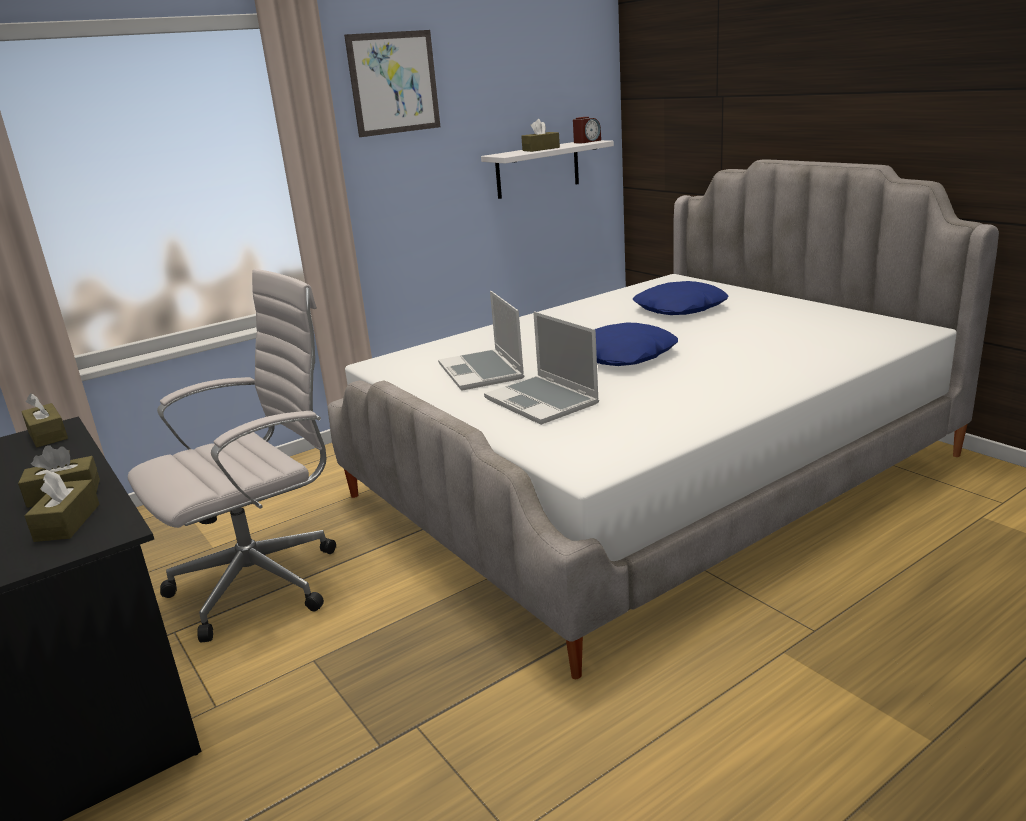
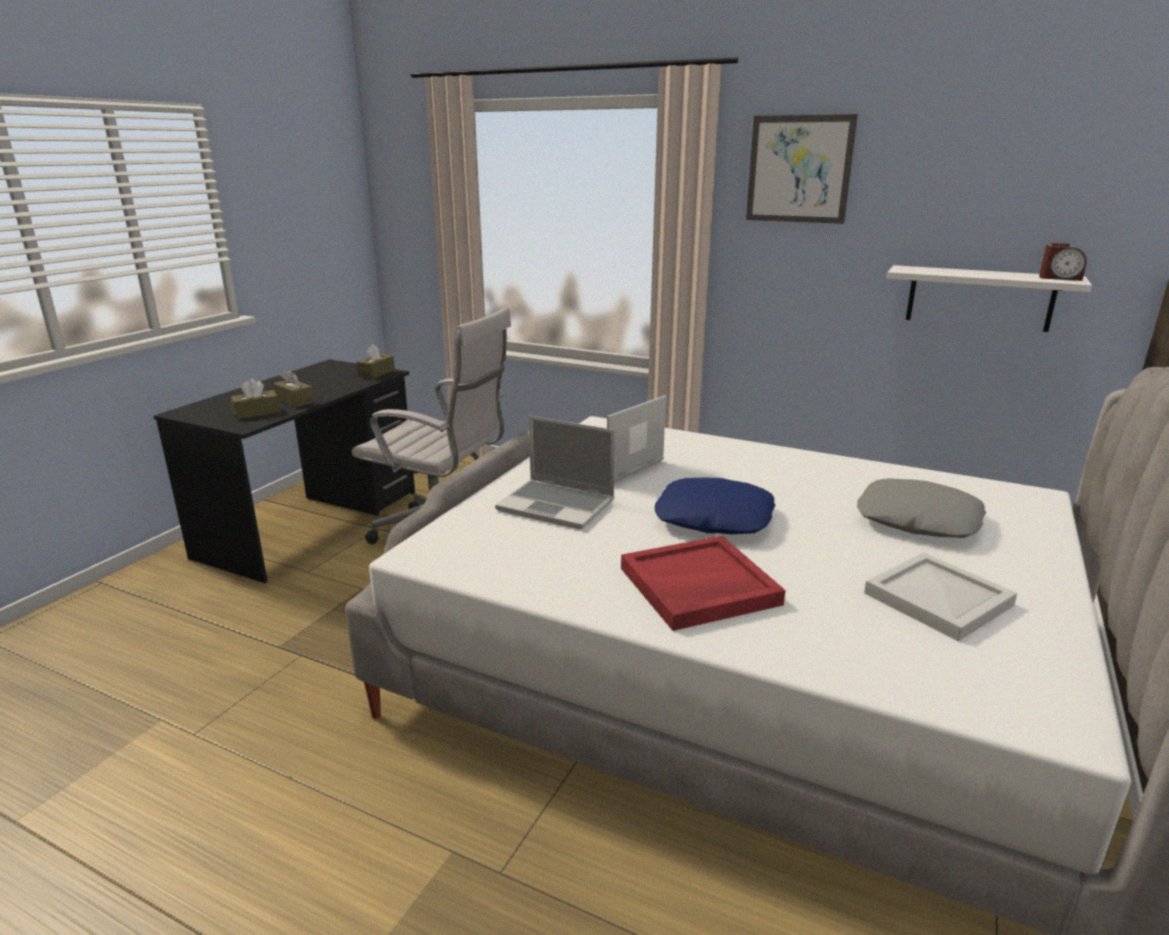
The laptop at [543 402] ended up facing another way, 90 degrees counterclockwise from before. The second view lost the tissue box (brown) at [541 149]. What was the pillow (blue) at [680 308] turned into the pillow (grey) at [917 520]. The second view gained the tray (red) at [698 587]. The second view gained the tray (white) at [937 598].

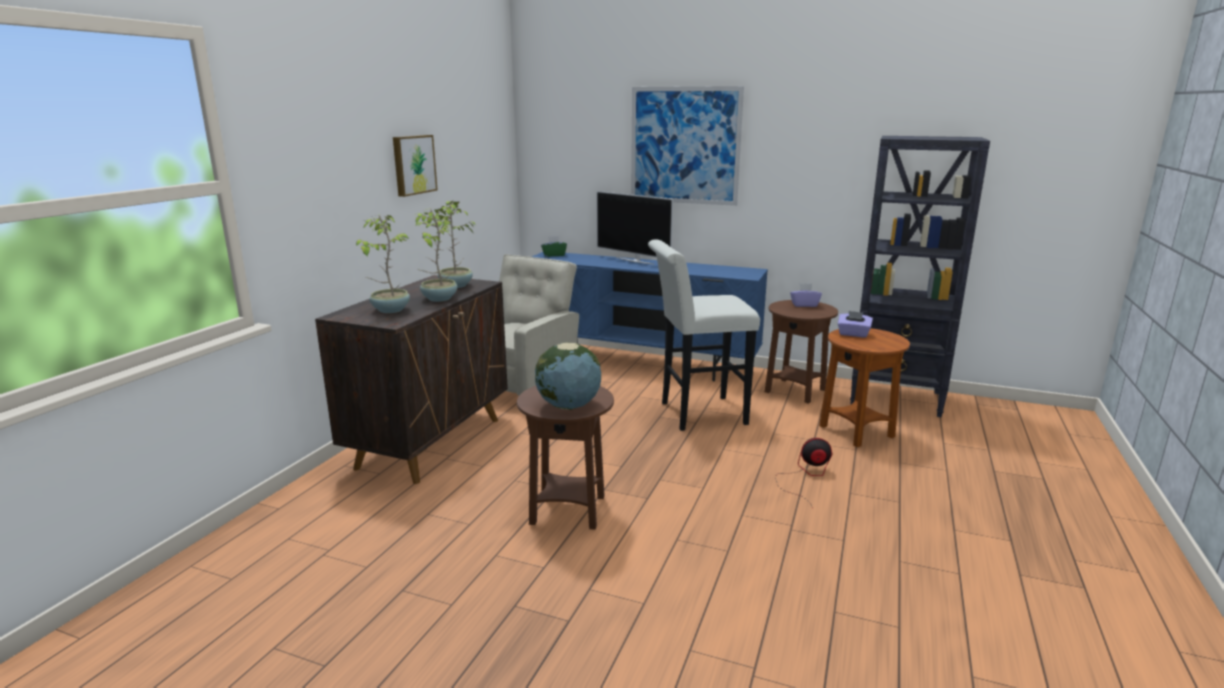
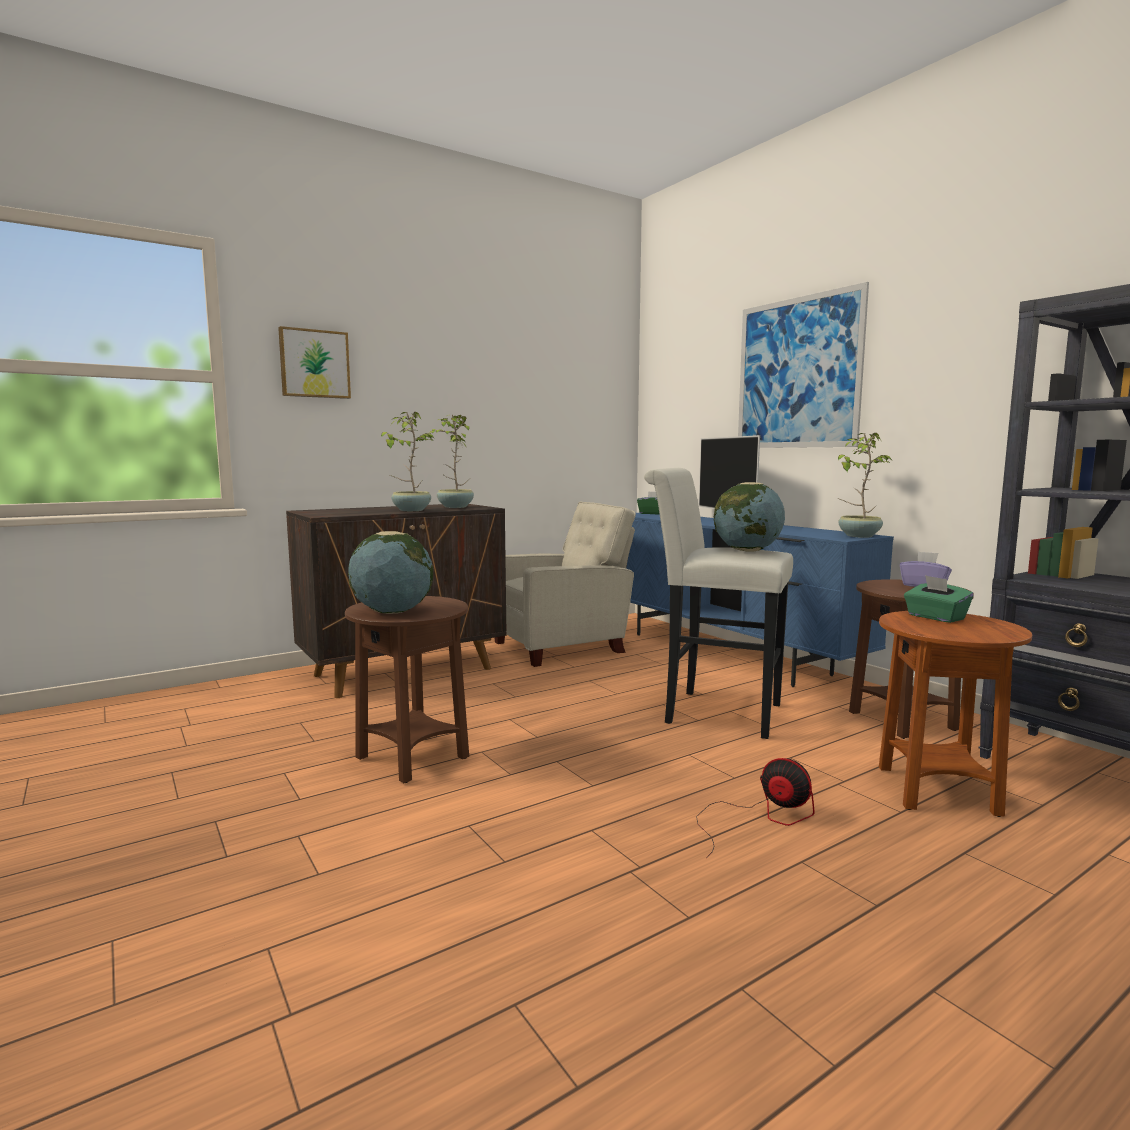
The potted plant ended up elsewhere, having gone from [390 310] to [858 536]. The picture ended up elsewhere, having gone from [413 164] to [314 364]. What was the tissue box (purple) at [853 334] turned into the tissue box (green) at [935 617]. The second view gained the globe at [747 551].

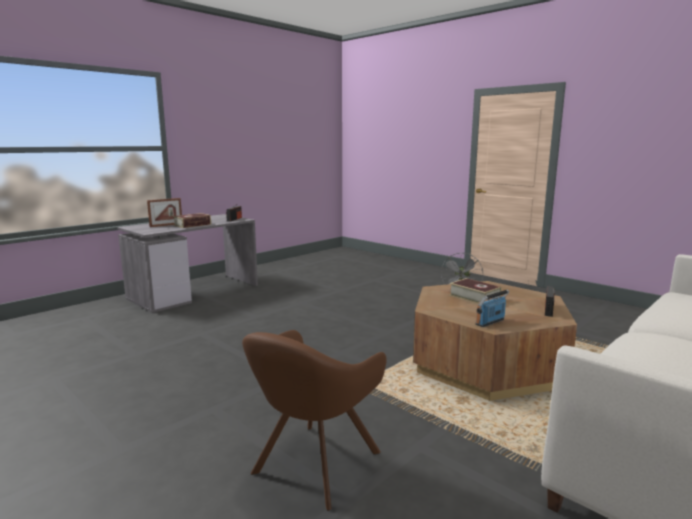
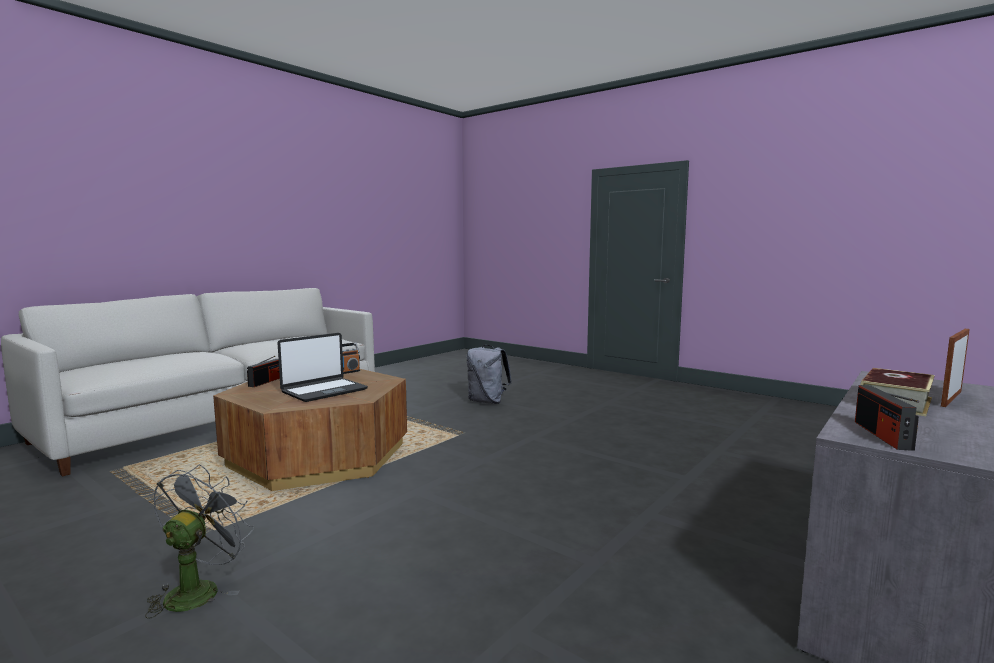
Where the armchair (brown) stood at [314 466], the backpack (grey) came to stand at [487 402]. Where the book stood at [474 297], the laptop came to stand at [324 391].

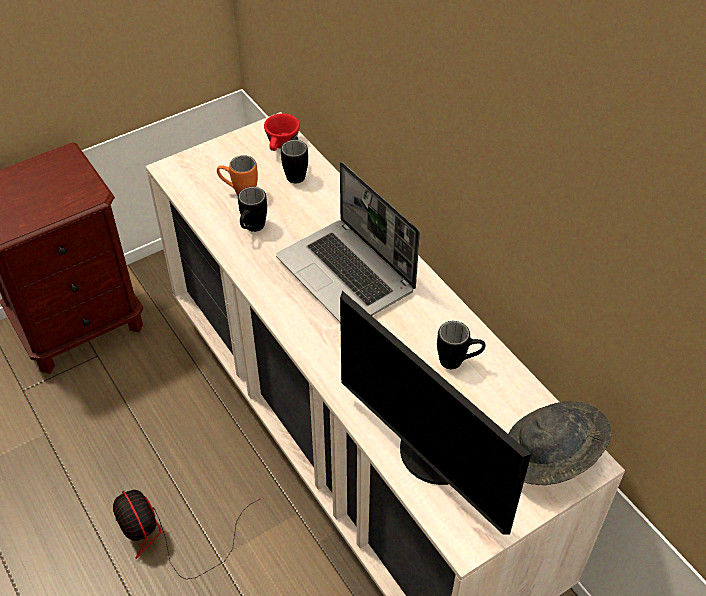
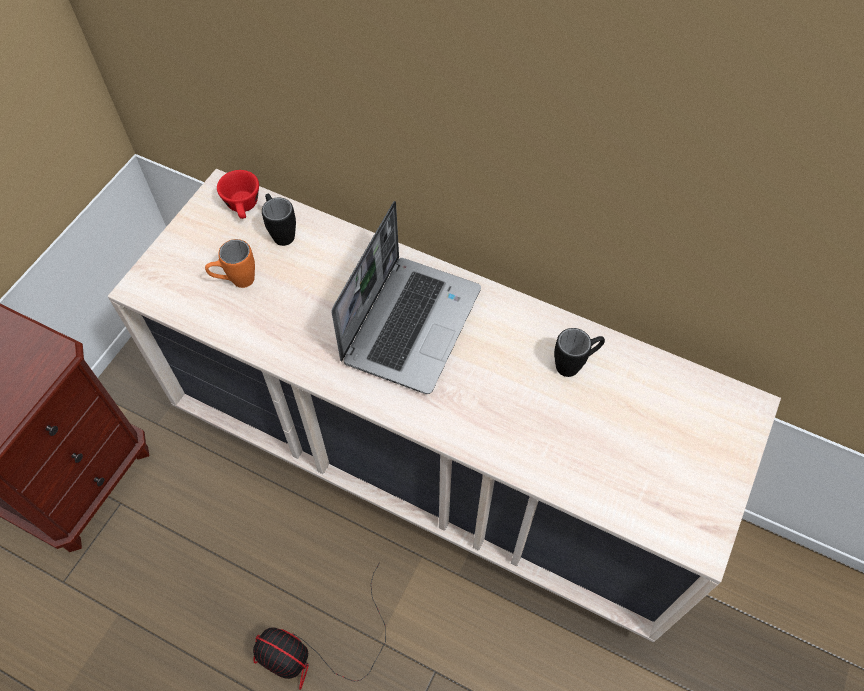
The second view lost the mug (black) at [252 229]. The laptop at [347 275] ended up facing another way, 90 degrees counterclockwise from before. The second view lost the monitor at [433 455]. The second view lost the hat (grey) at [550 457].

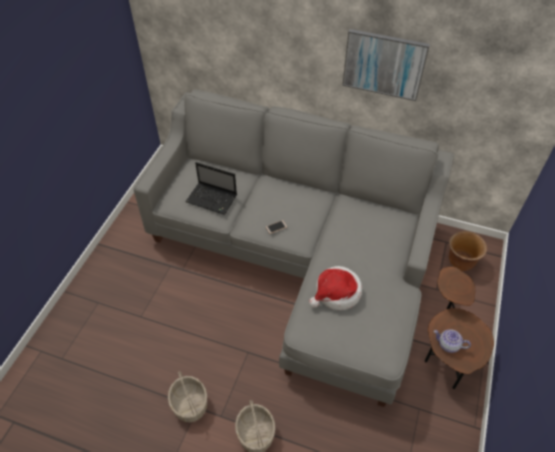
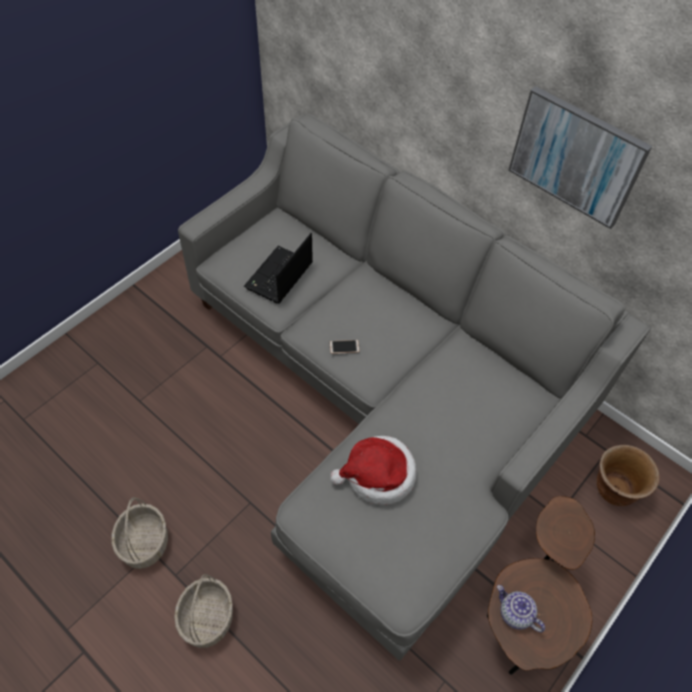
The laptop at [212 199] ended up facing another way, 75 degrees clockwise from before.

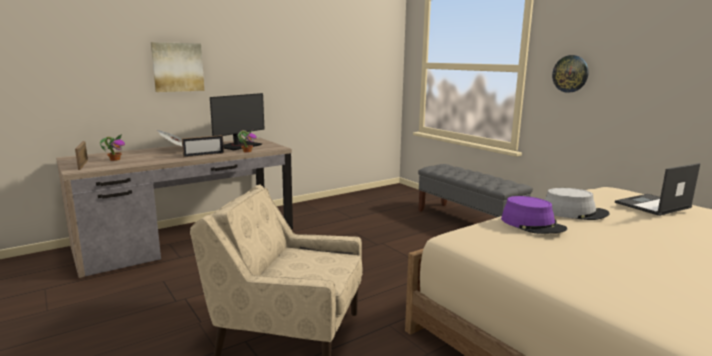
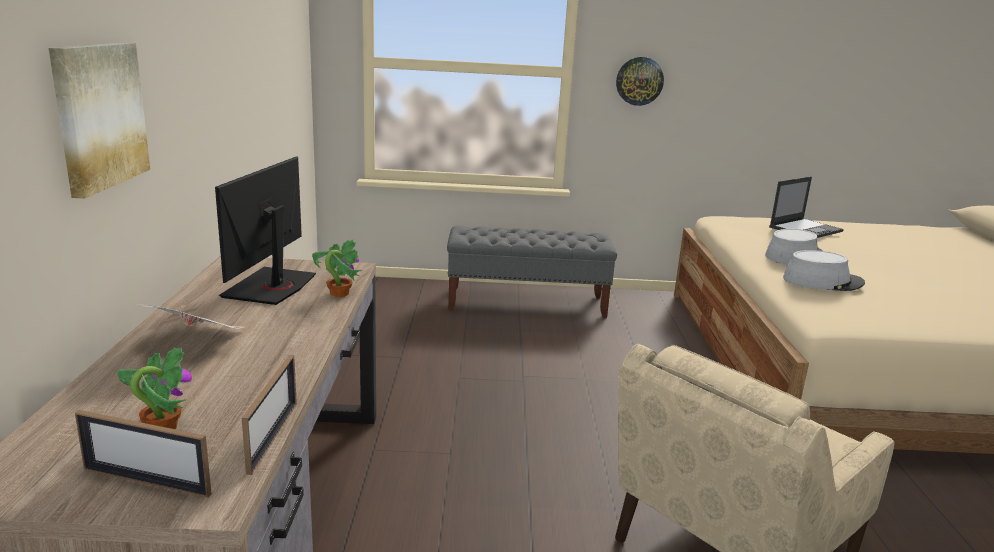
The picture frame ended up elsewhere, having gone from [204 155] to [273 436]. The monitor at [239 146] ended up facing another way, 150 degrees counterclockwise from before. What was the hat (purple) at [532 224] turned into the hat (grey) at [822 281]. The laptop at [652 205] ended up facing another way, 135 degrees counterclockwise from before.

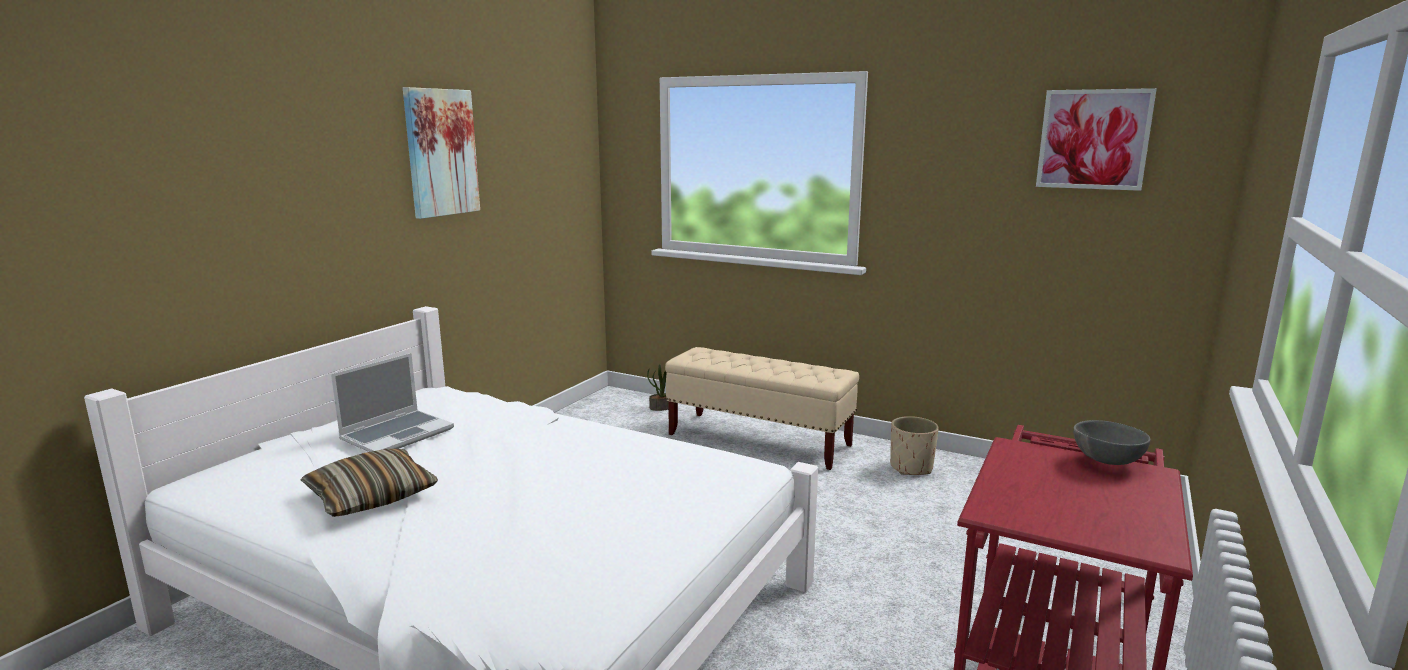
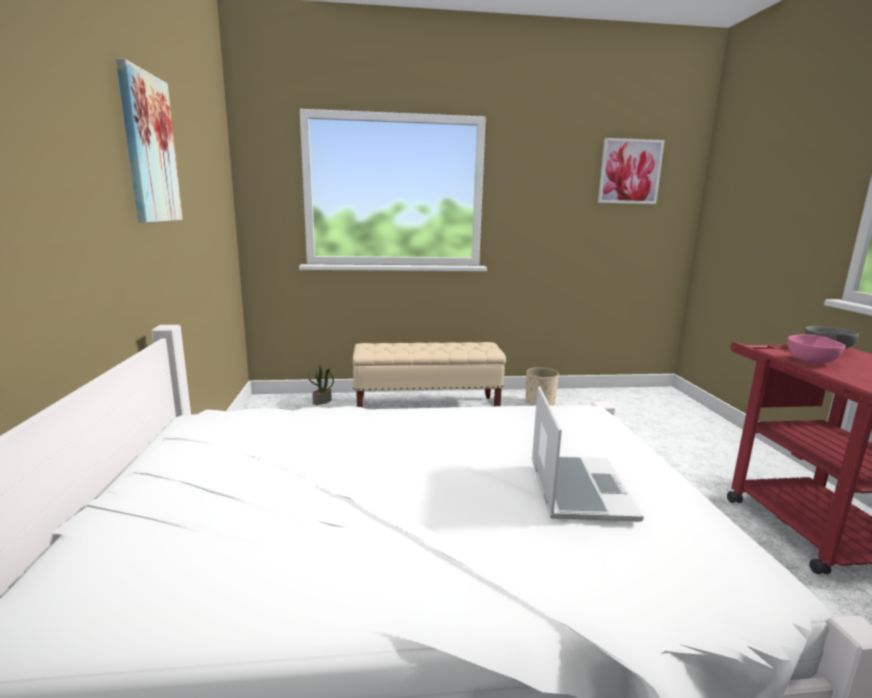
The second view lost the pillow at [371 496]. The laptop ended up elsewhere, having gone from [398 434] to [577 489]. The second view gained the bowl (pink) at [812 361].

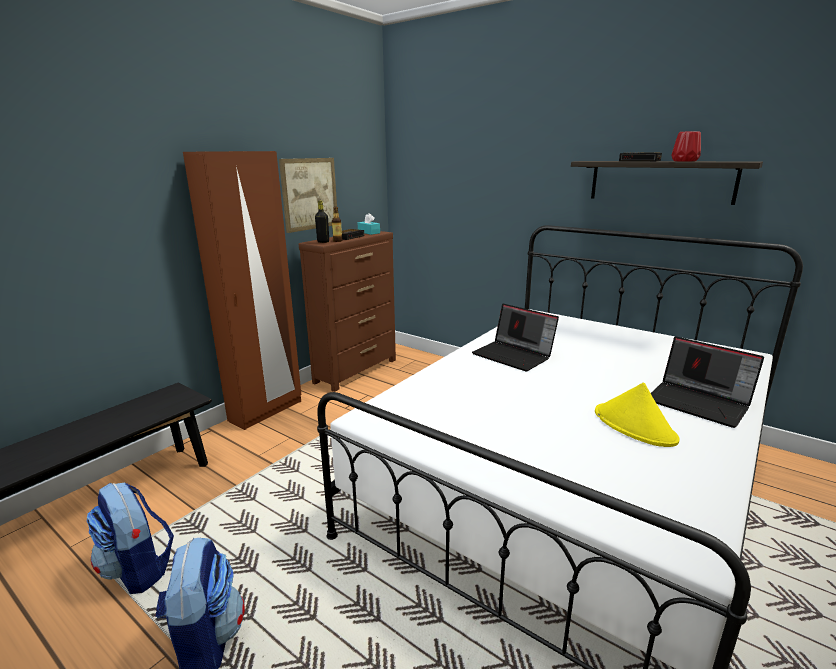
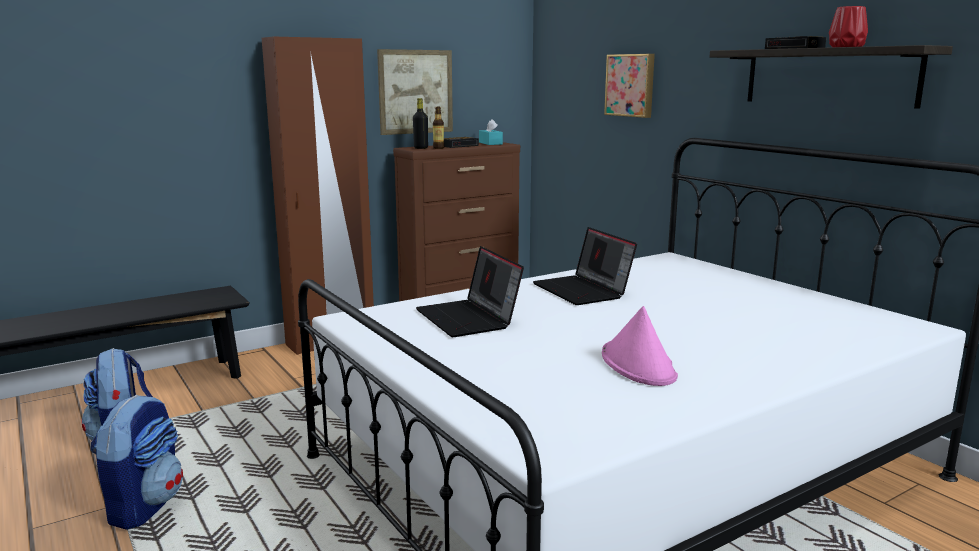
What was the hat (yellow) at [635 426] turned into the hat (pink) at [638 364]. The laptop ended up elsewhere, having gone from [699 402] to [469 319]. The second view gained the picture at [631 85].

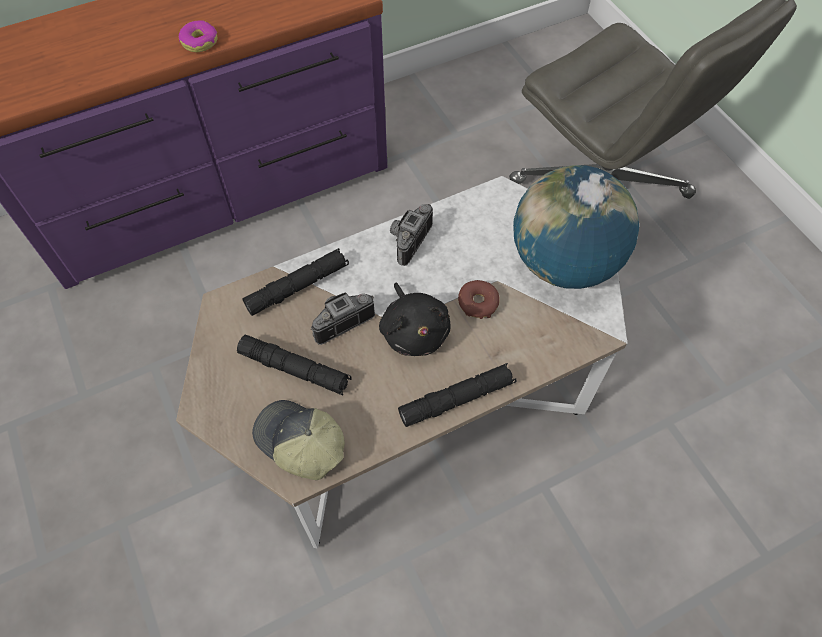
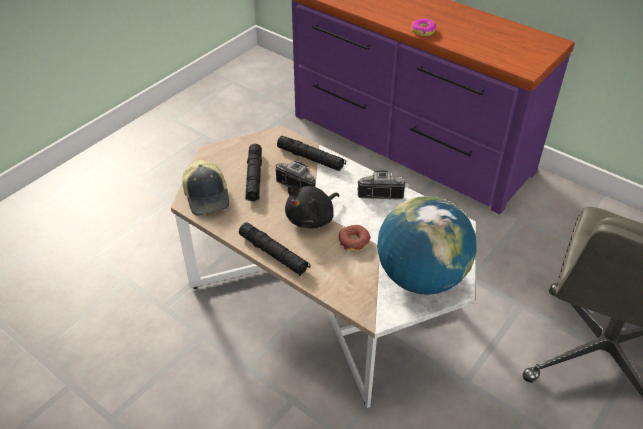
The cap at [299 443] ended up facing another way, 150 degrees clockwise from before.

